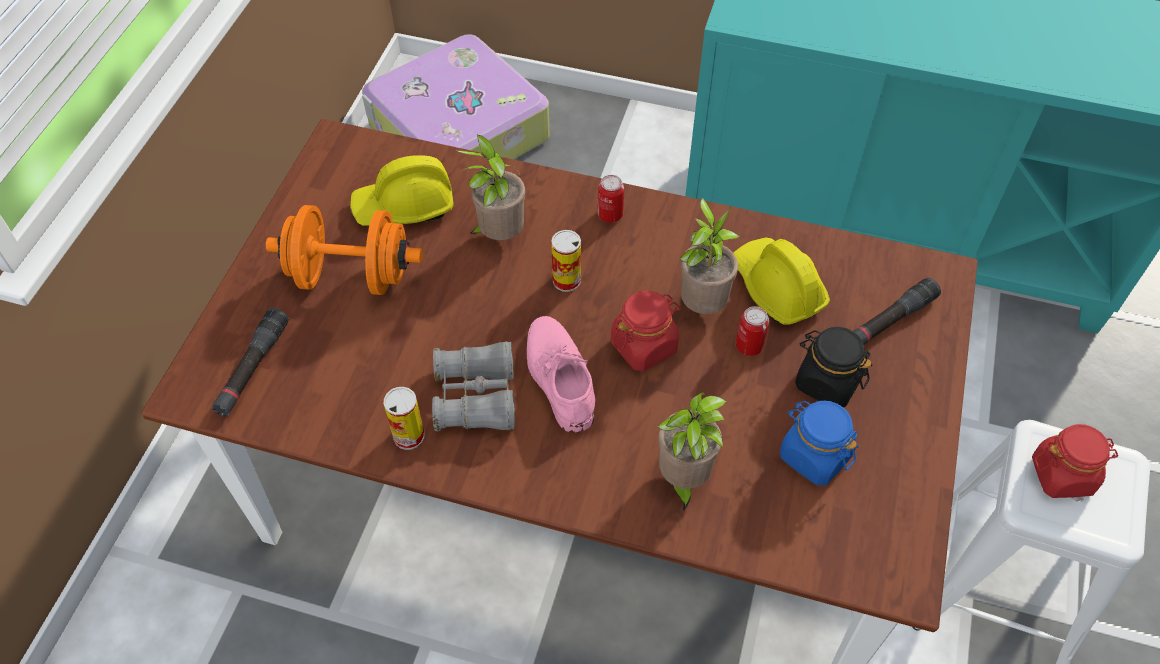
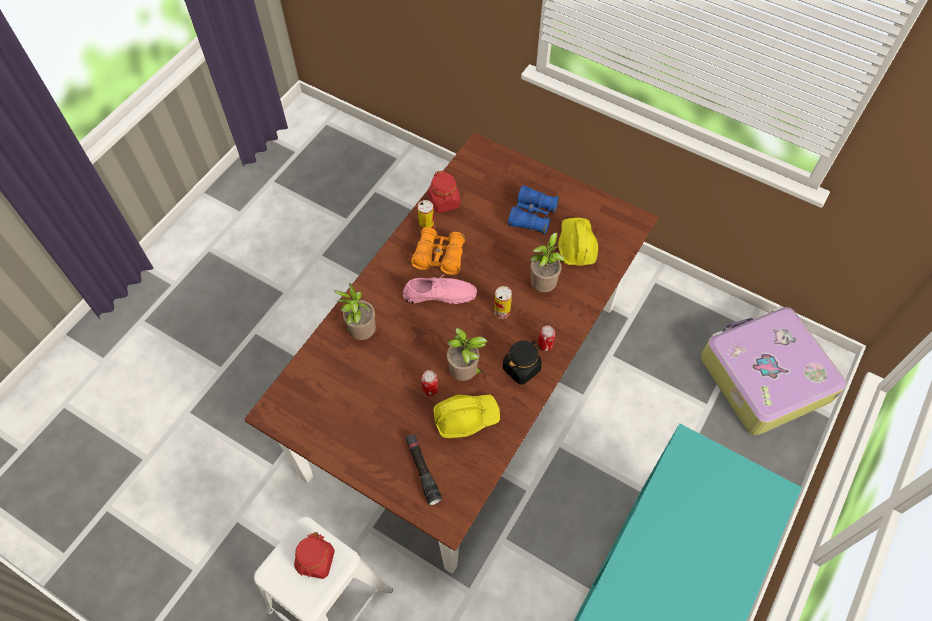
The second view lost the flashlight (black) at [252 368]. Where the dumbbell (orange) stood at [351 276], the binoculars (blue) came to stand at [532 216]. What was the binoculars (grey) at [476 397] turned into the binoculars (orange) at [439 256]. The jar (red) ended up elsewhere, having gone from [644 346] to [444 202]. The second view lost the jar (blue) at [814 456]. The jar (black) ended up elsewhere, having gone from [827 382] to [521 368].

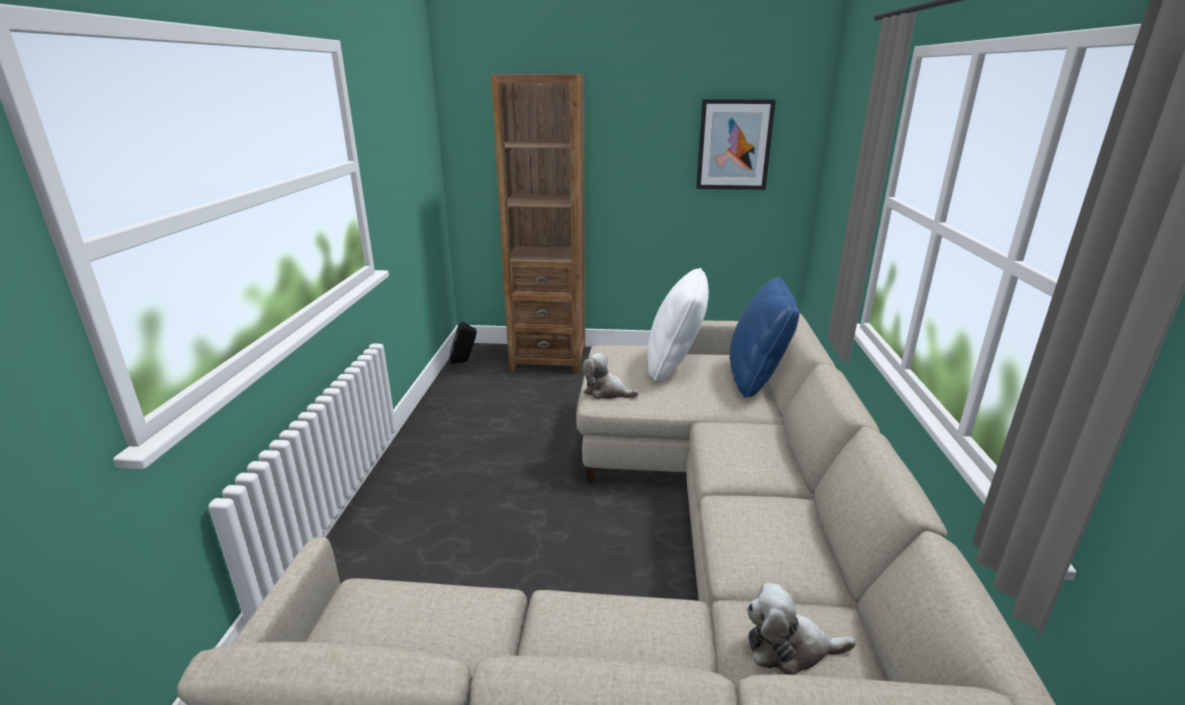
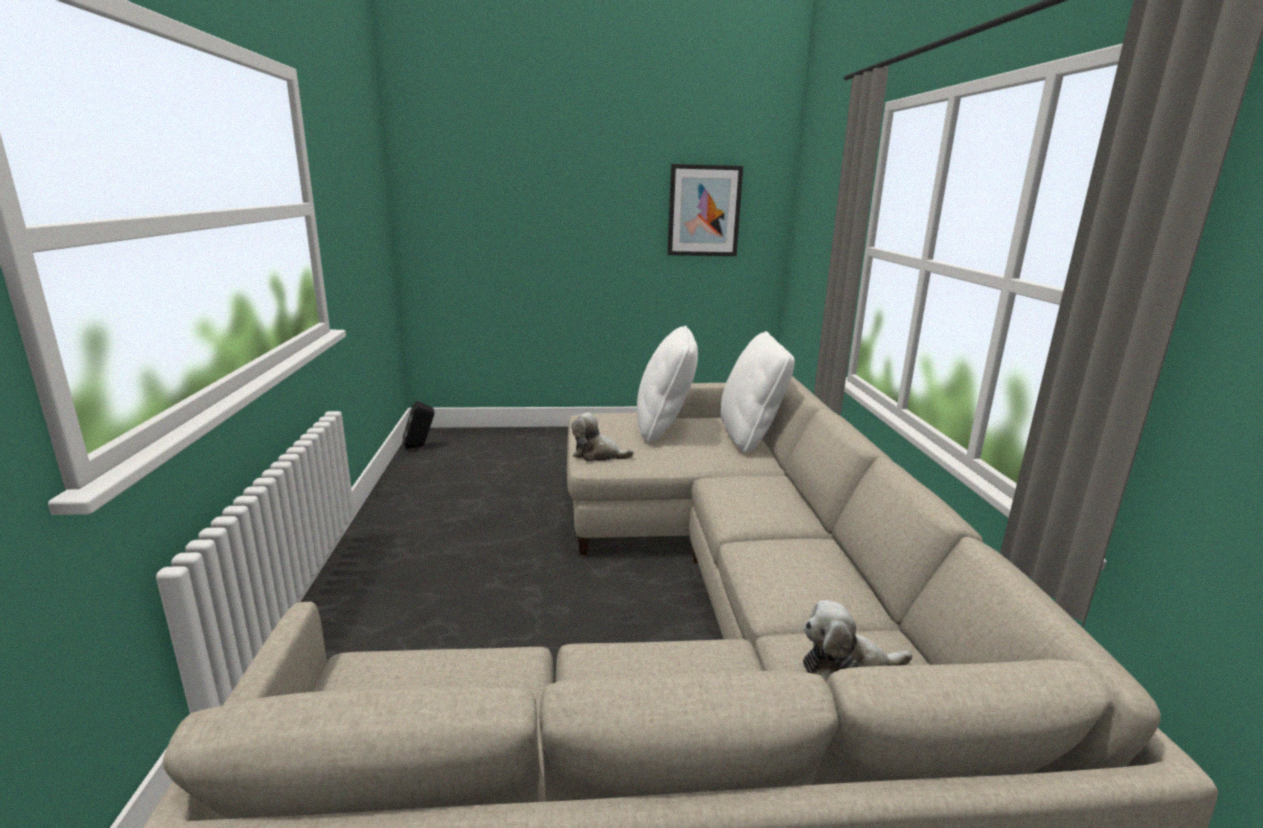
The second view lost the bookcase (brown) at [548 359]. What was the pillow (blue) at [756 378] turned into the pillow (white) at [750 436].

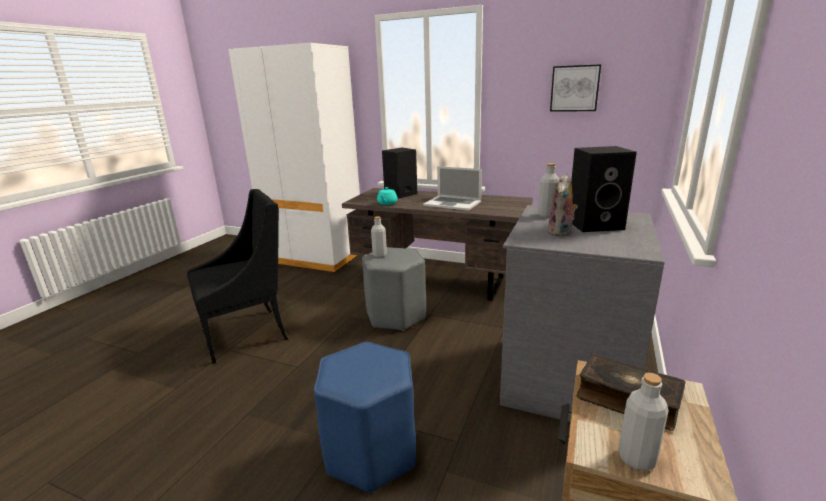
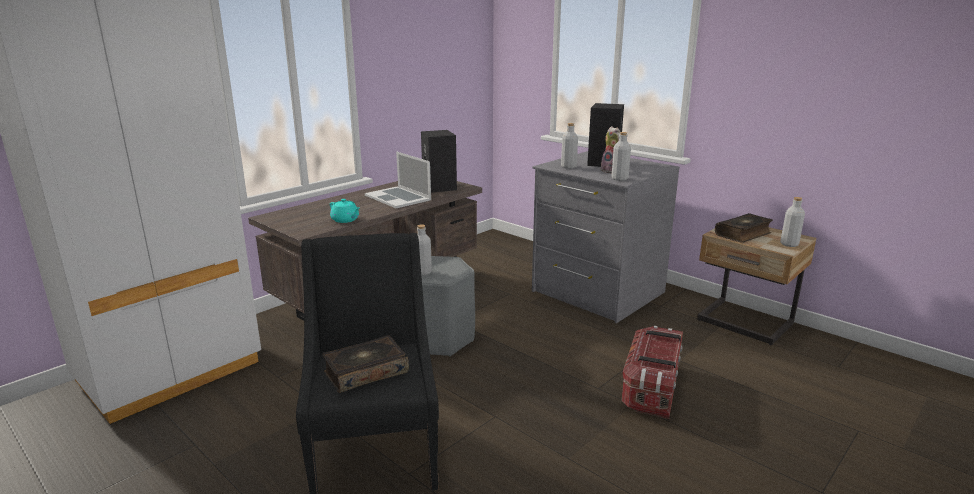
Where the stool (blue) stood at [371 453], the storage box came to stand at [651 388]. The speaker (black) ended up elsewhere, having gone from [400 194] to [440 187]. The laptop at [452 203] ended up facing another way, 90 degrees clockwise from before. The second view lost the picture at [574 88]. The second view gained the book at [365 372]. The second view gained the bottle (grey) at [619 179].

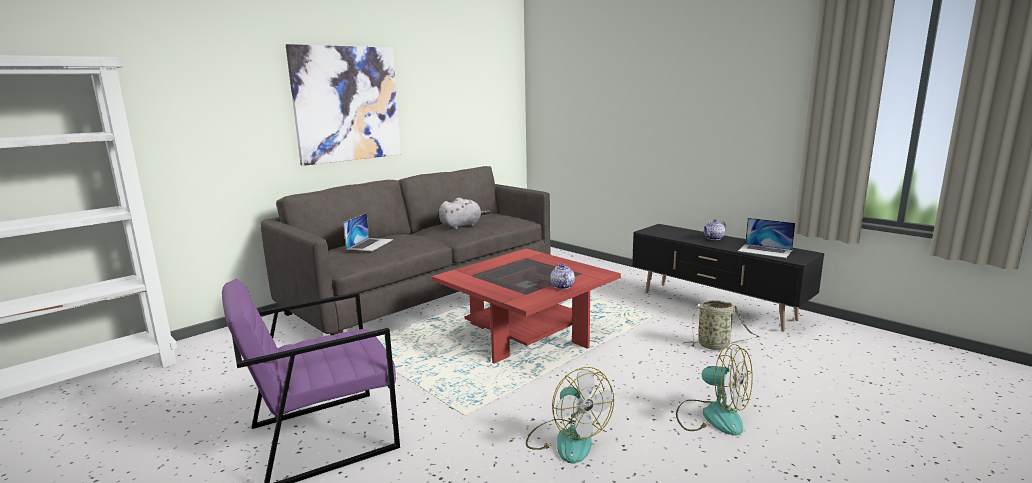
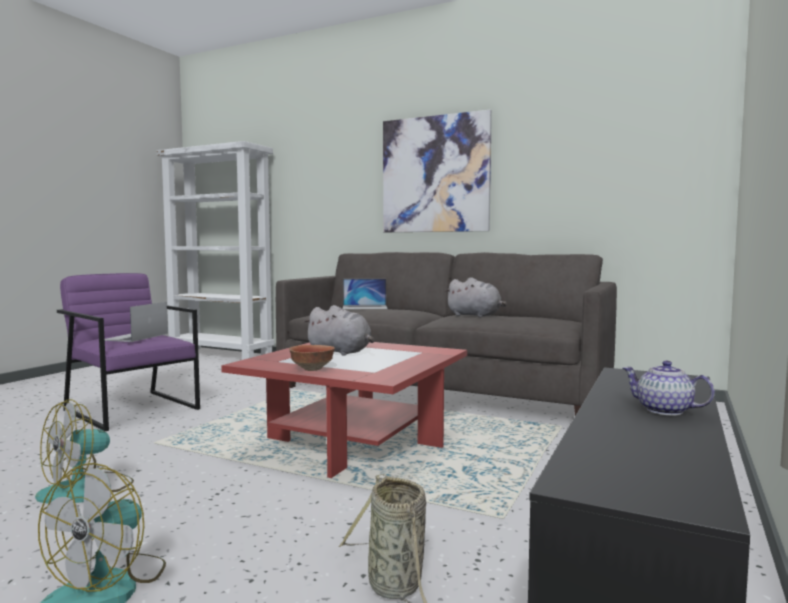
Where the teapot stood at [562 286], the bowl came to stand at [311 369]. The laptop ended up elsewhere, having gone from [765 250] to [135 337]. The second view gained the plush toy (grey) at [341 352].

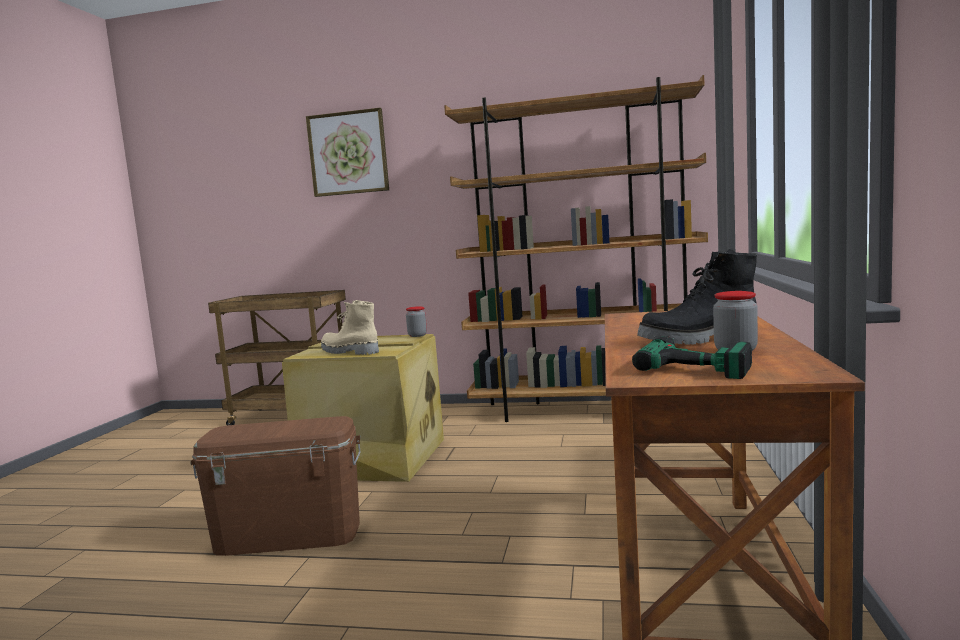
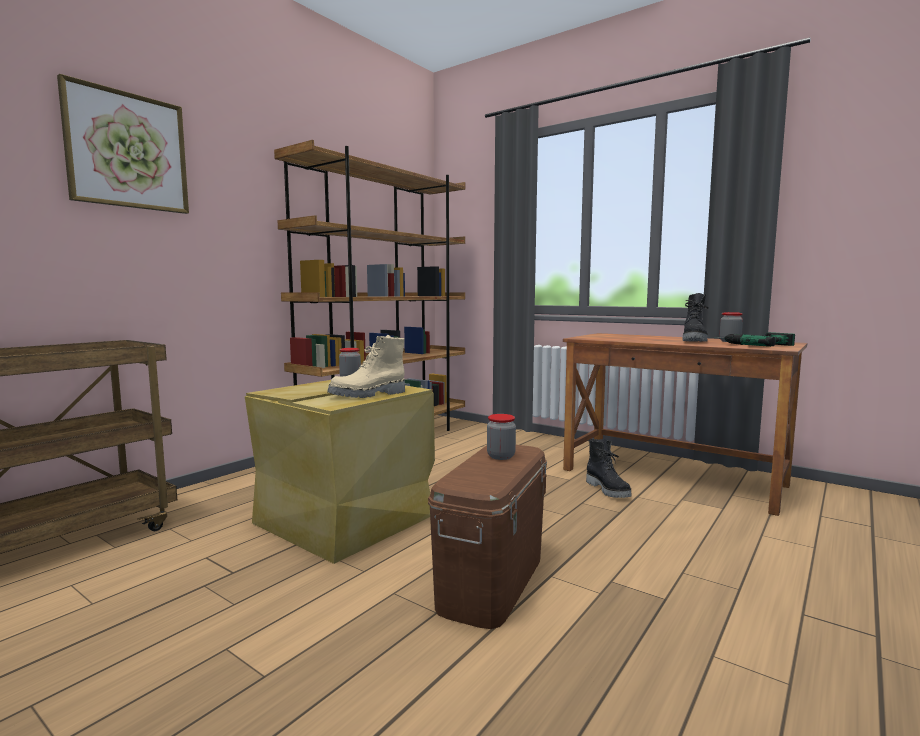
The second view gained the jar at [501 456]. The second view gained the boot (black) at [608 490].

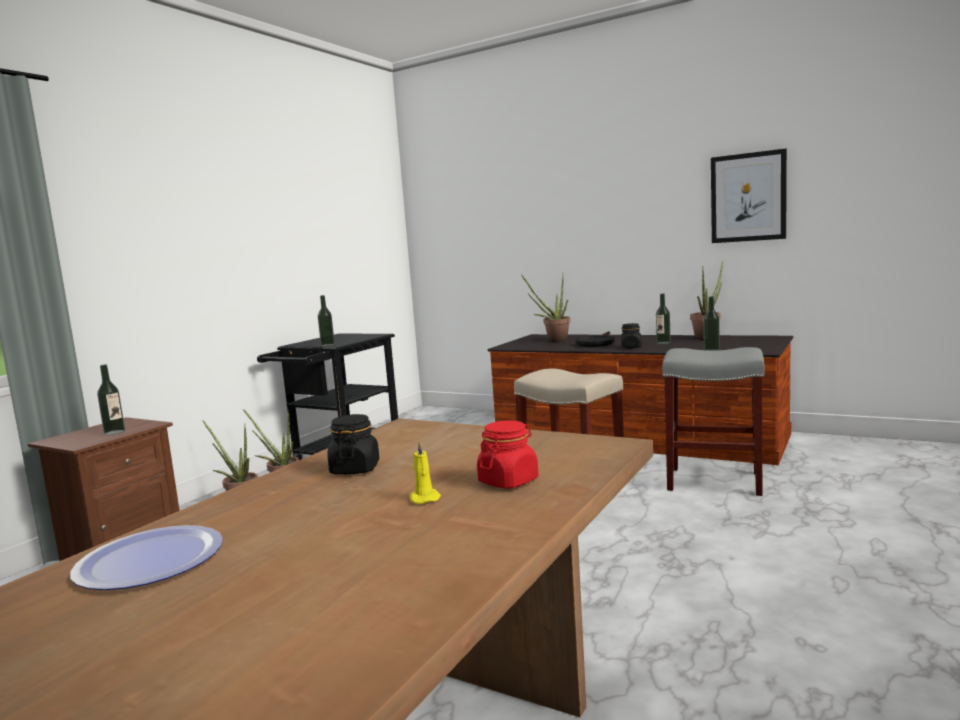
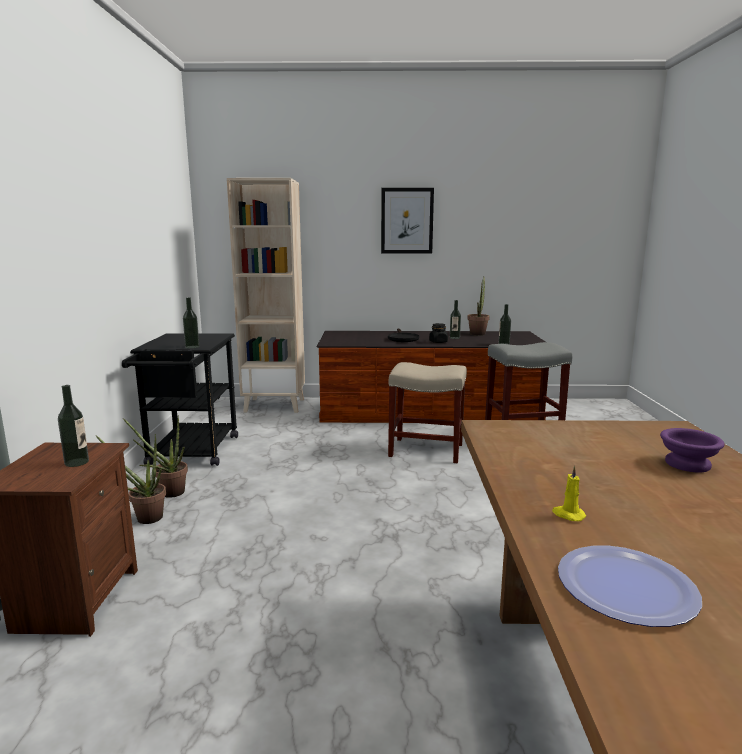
The second view lost the jar (black) at [355 469]. The candle (yellow) ended up elsewhere, having gone from [424 498] to [568 515]. Where the jar (red) stood at [508 481], the bowl (purple) came to stand at [689 465]. The second view lost the potted plant at [553 341]. The picture ended up elsewhere, having gone from [748 197] to [407 221]. The second view gained the bookcase (beige) at [275 405].

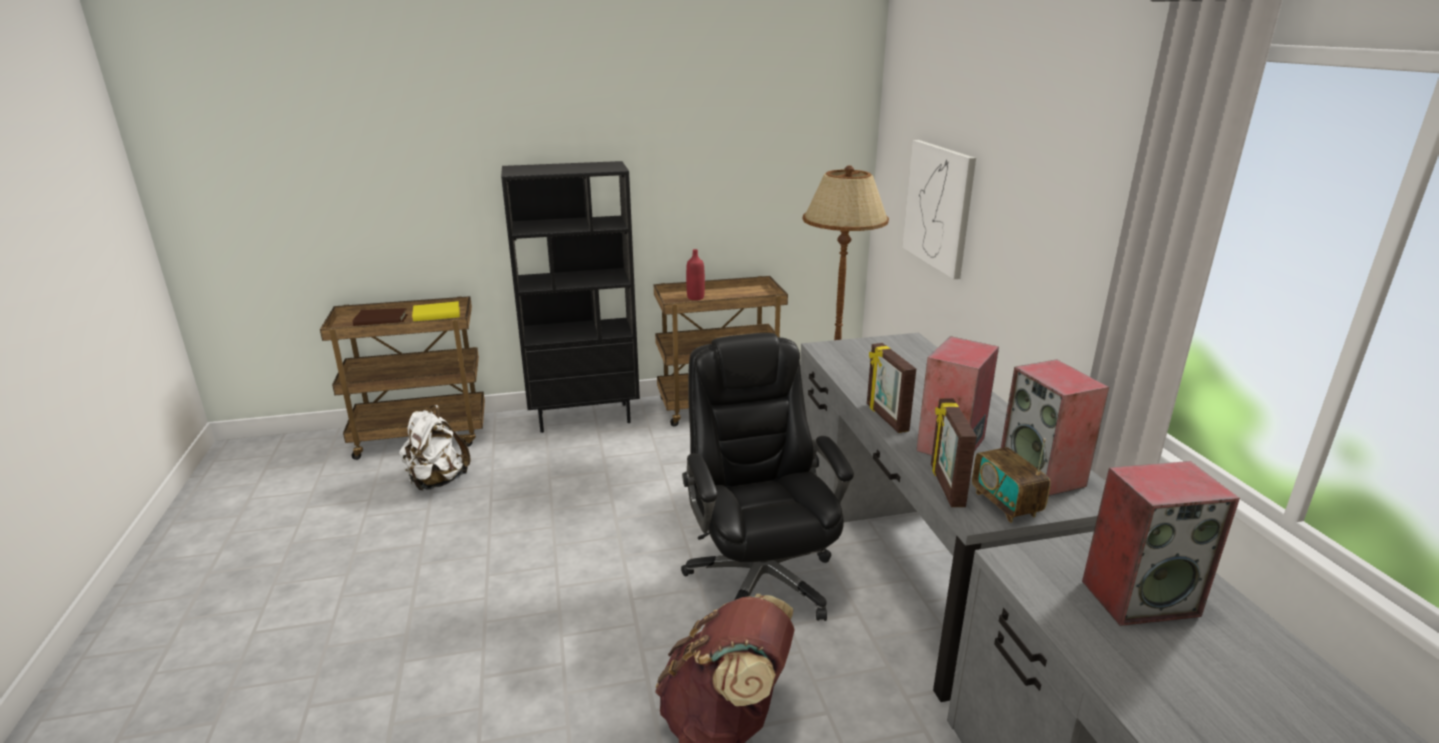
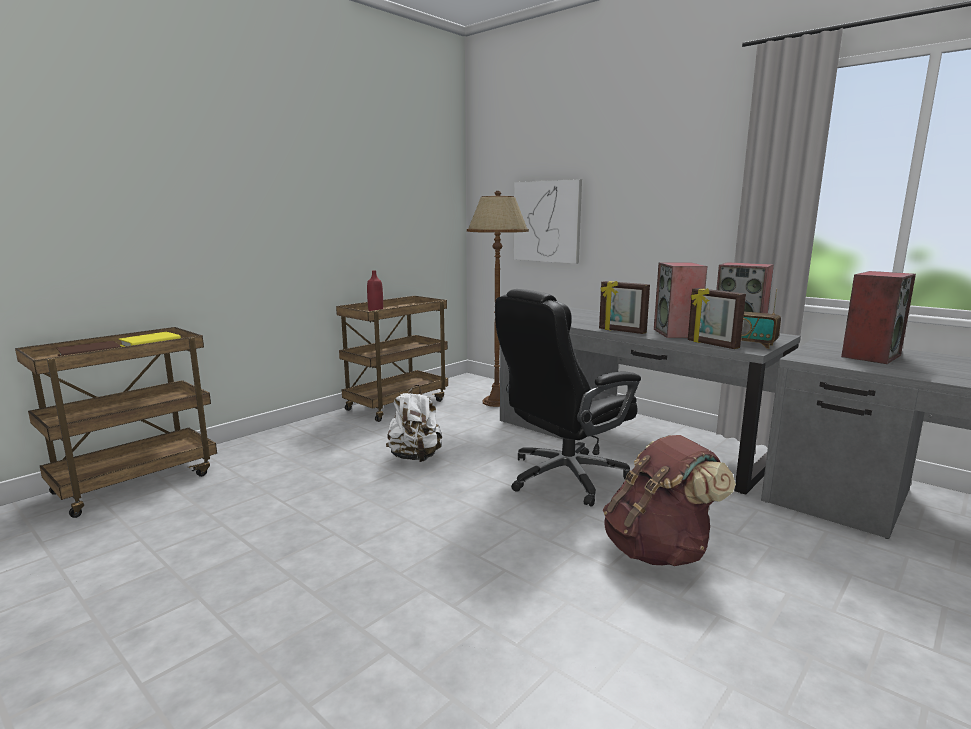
The backpack (white) ended up elsewhere, having gone from [436 481] to [415 458]. The second view lost the bookcase (black) at [585 417]. The office chair (black) at [760 578] ended up facing another way, 75 degrees counterclockwise from before.

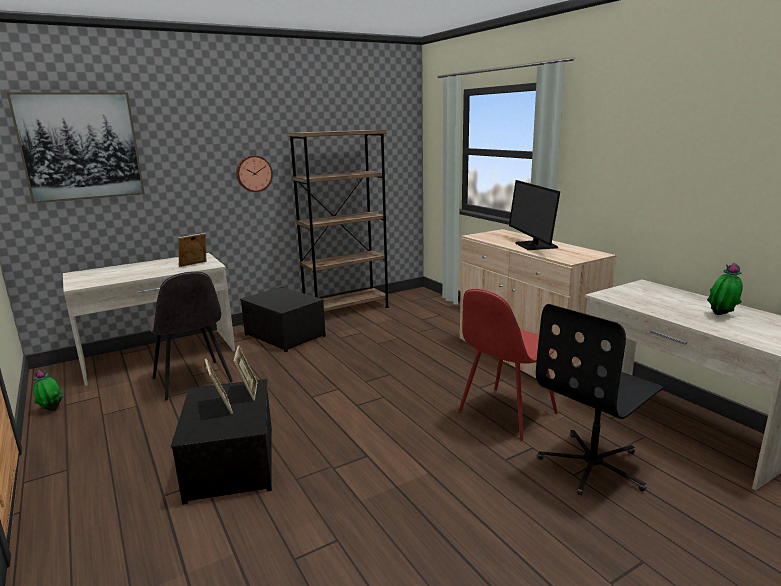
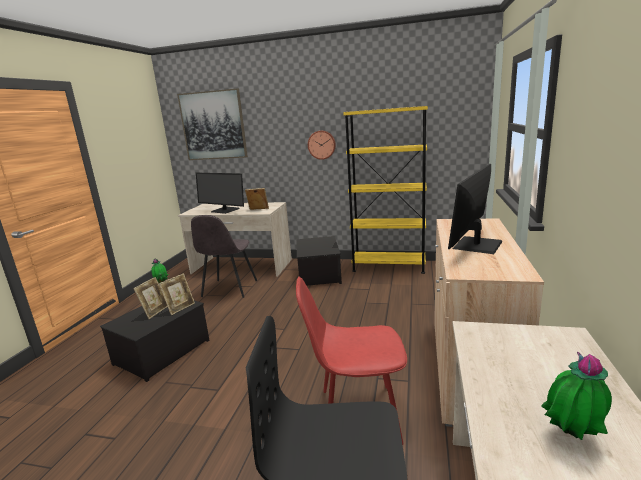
What was the bookcase (brown) at [346 310] turned into the bookcase (yellow) at [388 266]. The second view gained the monitor at [224 210].

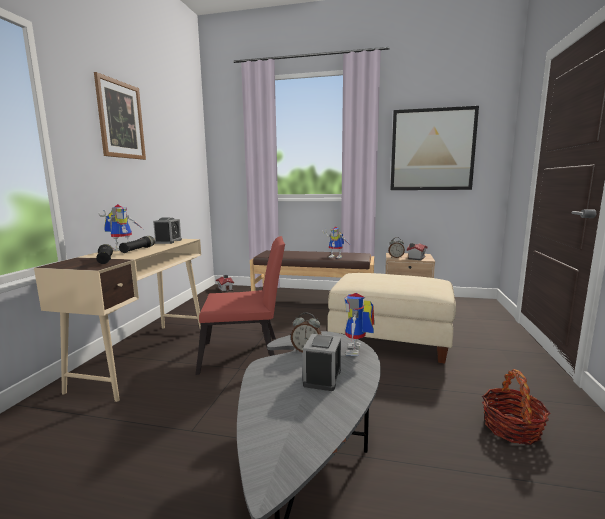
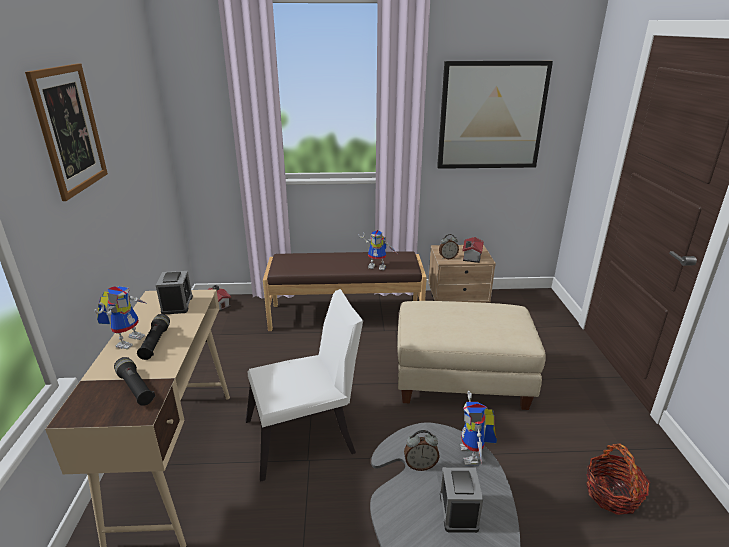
What was the chair (red) at [246 355] turned into the chair (white) at [307 435].

